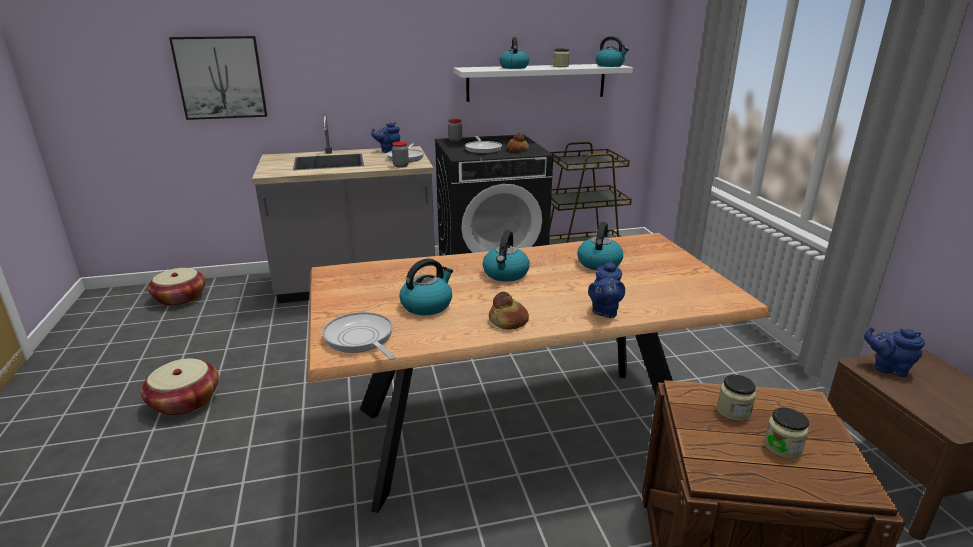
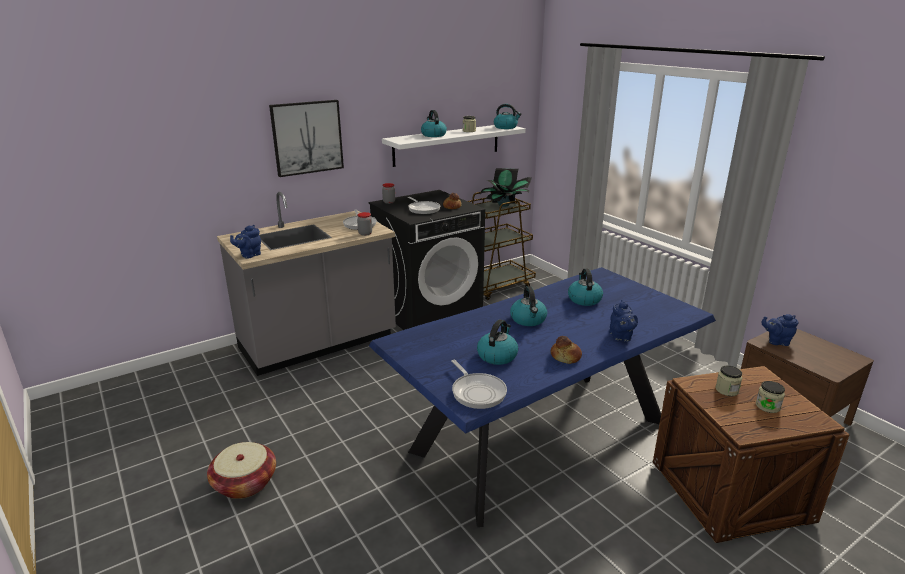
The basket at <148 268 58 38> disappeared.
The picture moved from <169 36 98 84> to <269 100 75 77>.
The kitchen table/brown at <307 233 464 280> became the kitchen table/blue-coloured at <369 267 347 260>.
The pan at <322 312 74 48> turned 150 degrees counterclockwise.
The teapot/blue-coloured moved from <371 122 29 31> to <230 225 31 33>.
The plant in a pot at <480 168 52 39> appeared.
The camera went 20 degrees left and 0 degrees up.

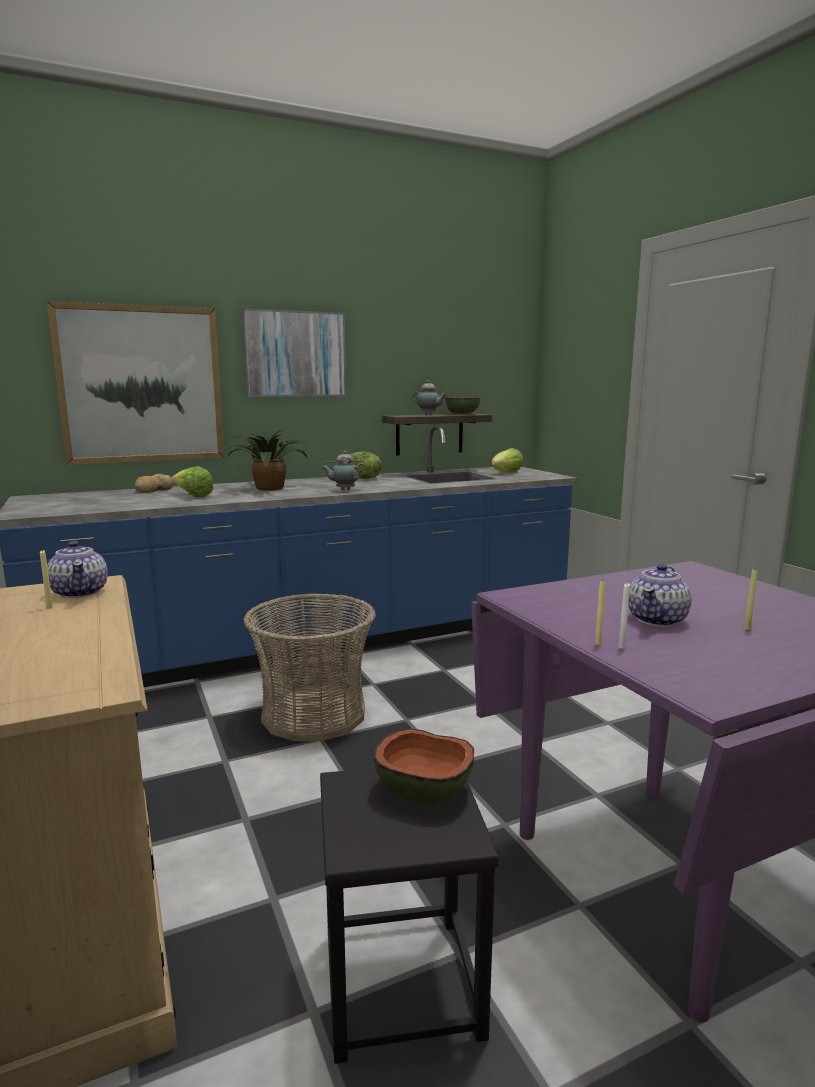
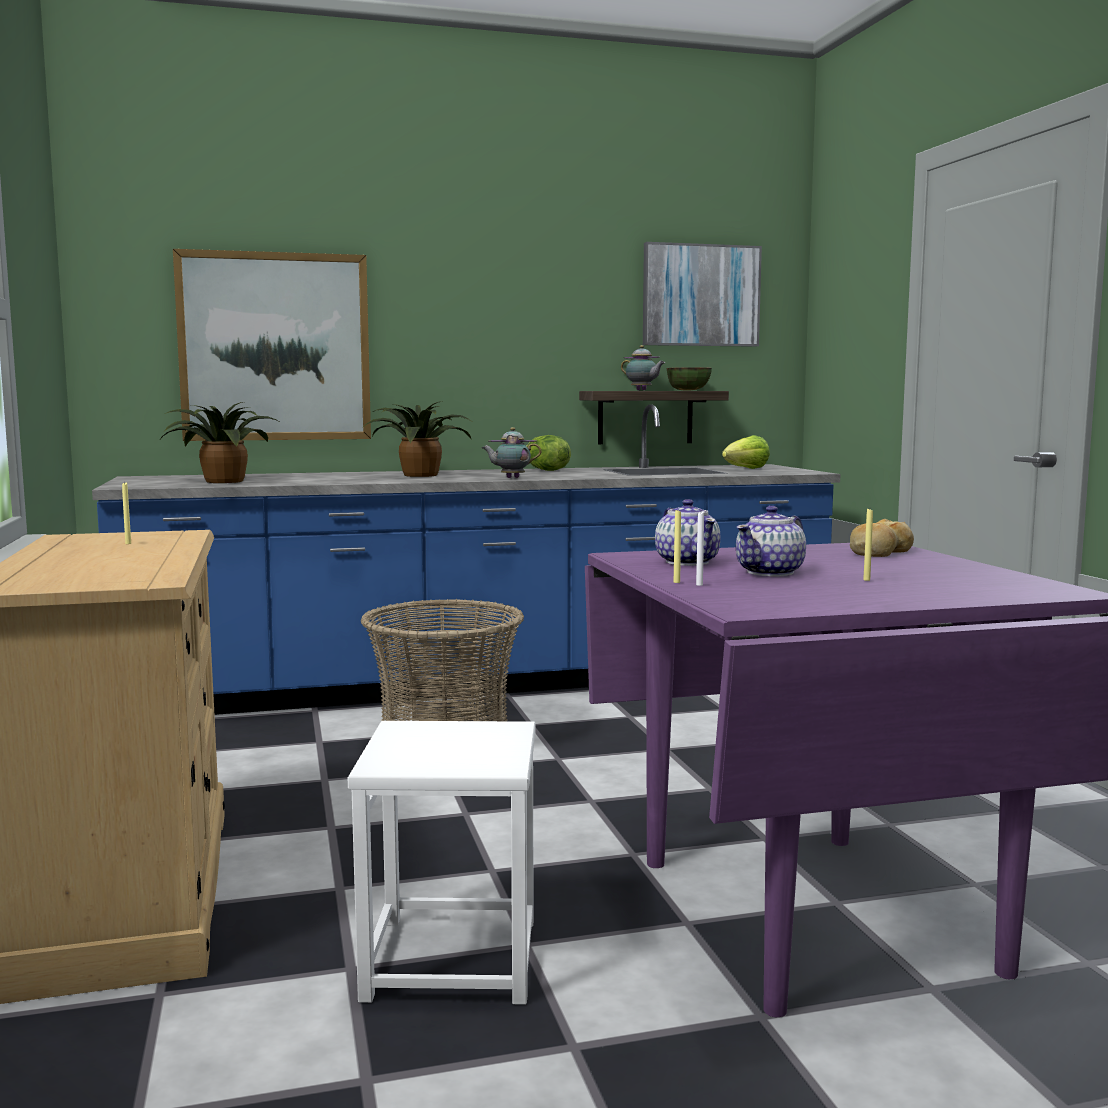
The teapot moved from <47 541 61 57> to <655 499 65 67>.
The bakery bread moved from <135 474 38 19> to <850 519 64 38>.
The head of lettuce at <171 466 42 31> disappeared.
The picture moved from <242 308 104 89> to <643 242 119 105>.
The sitting stool/blackish at <320 768 179 296> became the sitting stool/whitish at <348 721 188 284>.
The serving bowl at <374 728 100 75> disappeared.
The plant in a pot at <160 402 121 81> appeared.
The camera went 10 degrees right and 5 degrees down.

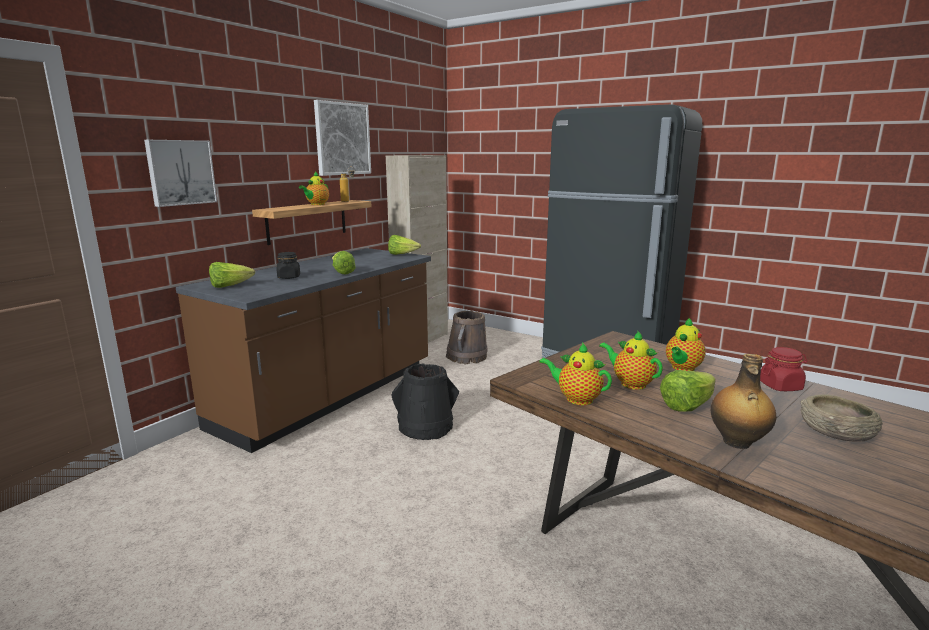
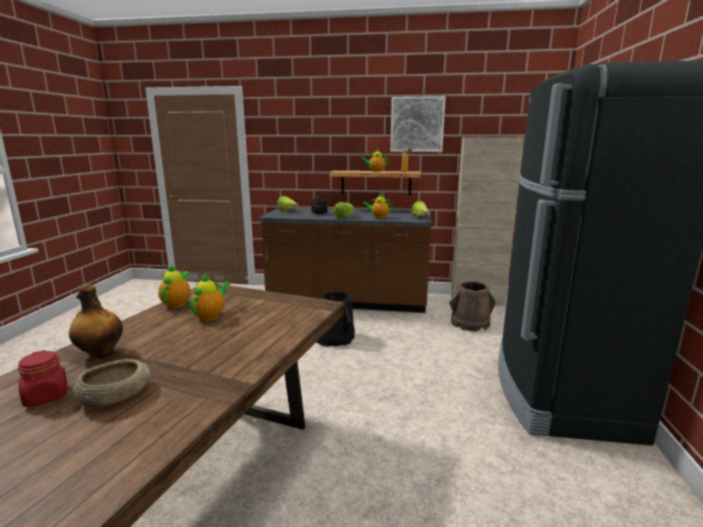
The picture at <144 140 73 67> disappeared.
The head of lettuce at <660 370 56 42> disappeared.
The teapot moved from <666 318 40 53> to <363 193 30 25>.
The storage jar/red-coloured moved from <760 347 47 44> to <18 350 49 57>.
The camera went 65 degrees right and 0 degrees up.

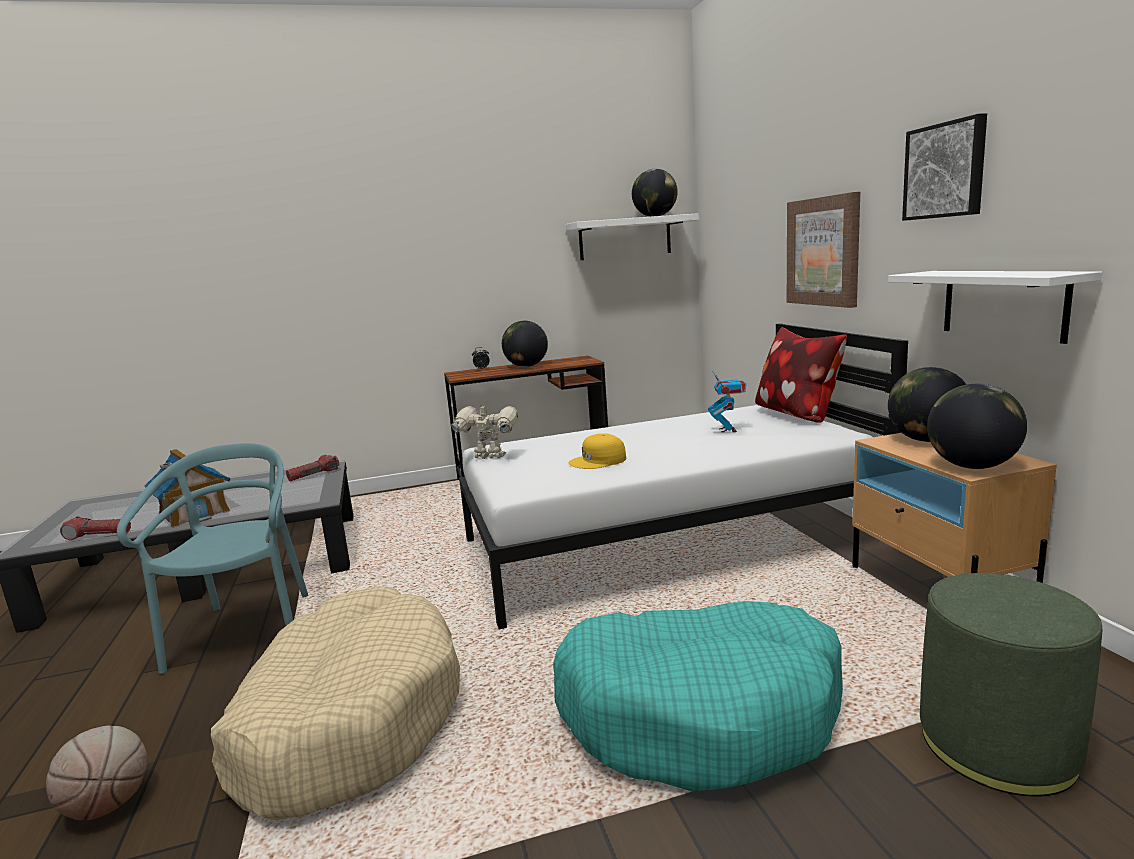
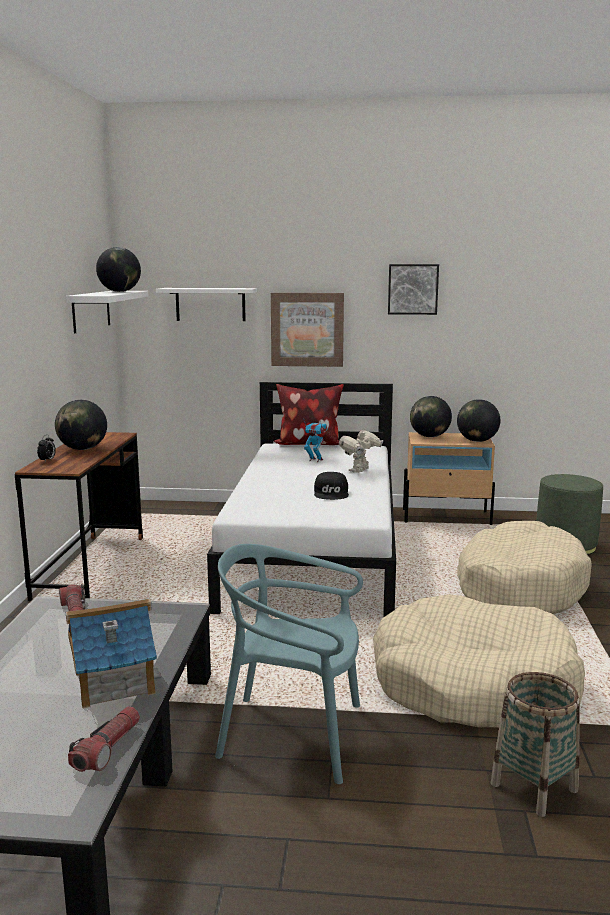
The basketball ball at <46 725 101 95> was replaced by the basket at <491 672 89 145>.
The robot figure moved from <451 403 67 56> to <339 430 44 43>.
The pet bed/blue-green at <553 601 290 191> became the pet bed/beige at <457 521 135 93>.
The baseball cap/yellowish at <569 433 57 36> became the baseball cap/blackish at <314 472 35 28>.
The shelf/whitish moved from <888 271 214 73> to <156 288 101 33>.
The camera went 70 degrees left and 0 degrees up.

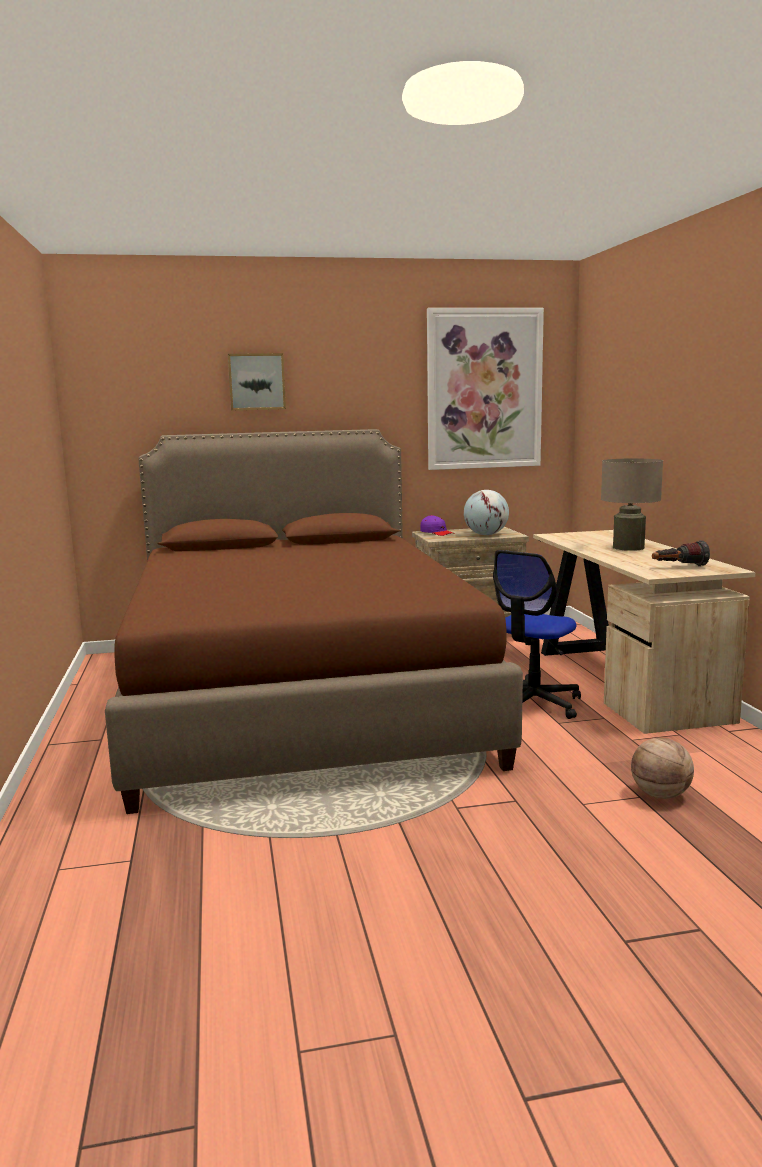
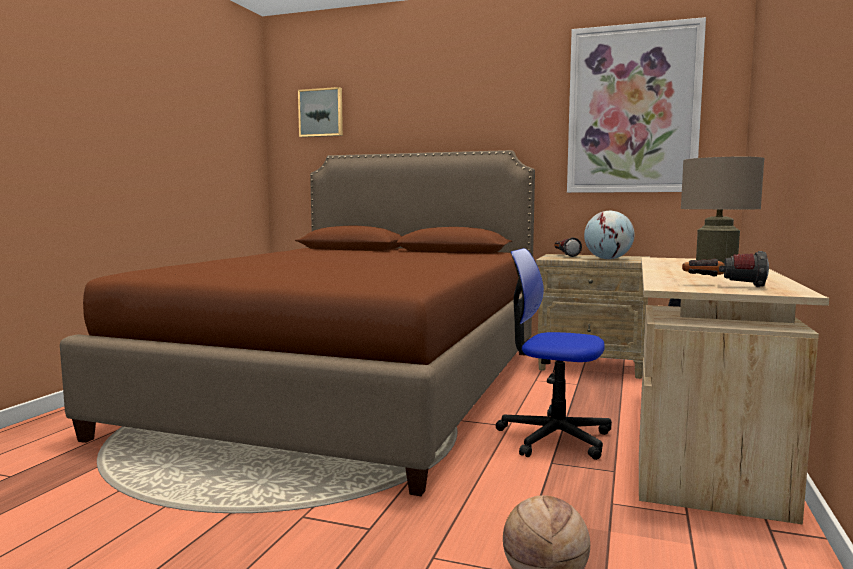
The picture moved from <228 353 58 57> to <298 87 45 50>.
The baseball cap/purple-coloured at <420 515 32 21> was replaced by the flashlight at <554 237 28 20>.
The computer chair at <493 550 88 169> turned 45 degrees clockwise.
The camera went 30 degrees right and 5 degrees down.

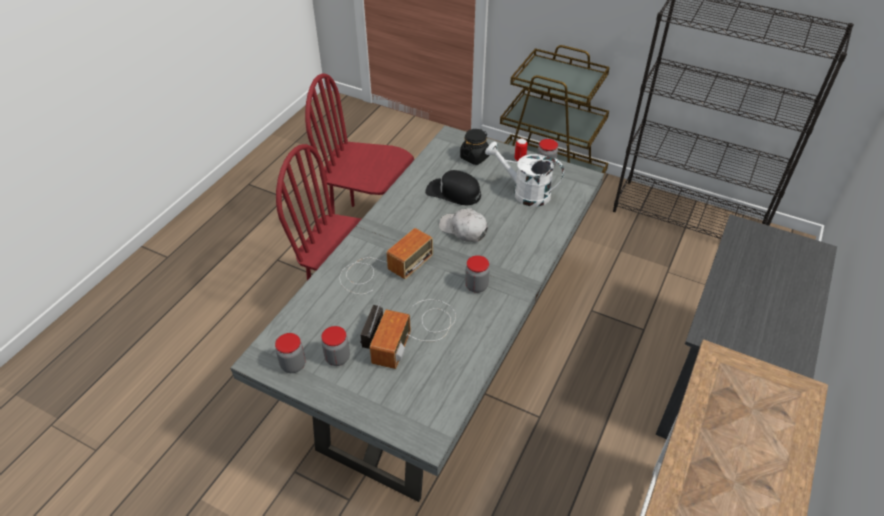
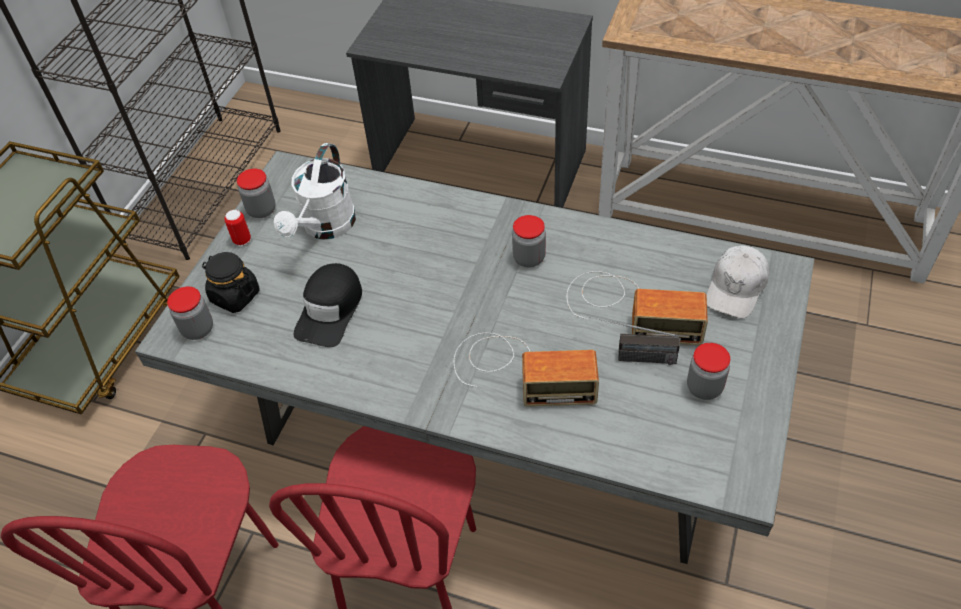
The storage jar moved from <275 333 31 40> to <167 286 46 54>.
The radio set at <339 228 94 67> turned 150 degrees clockwise.
The baseball cap/whitish moved from <439 208 49 34> to <706 245 63 74>.
The camera went 95 degrees left and 5 degrees up.

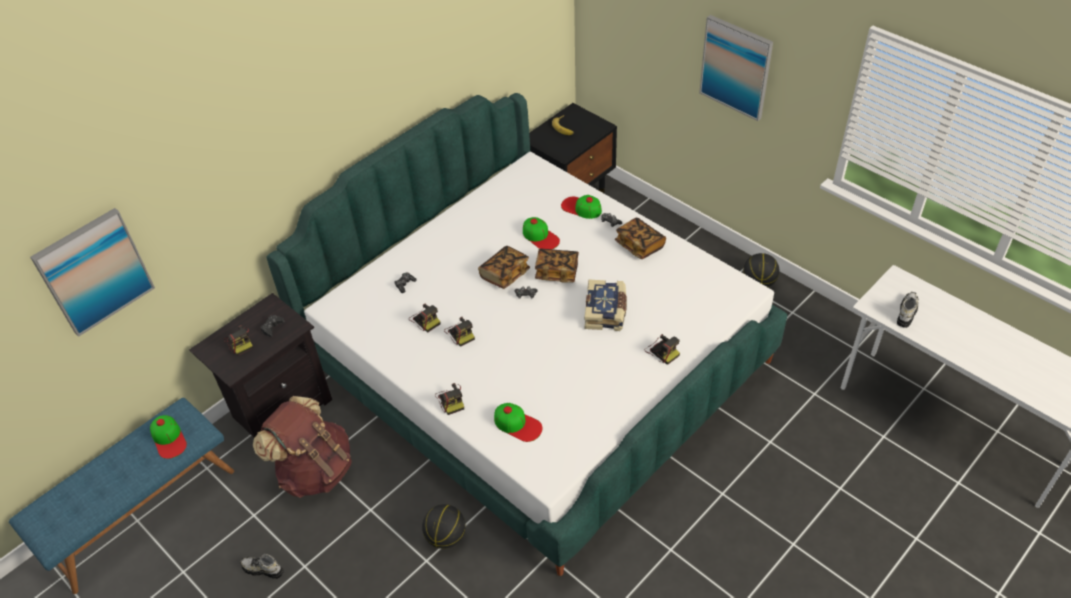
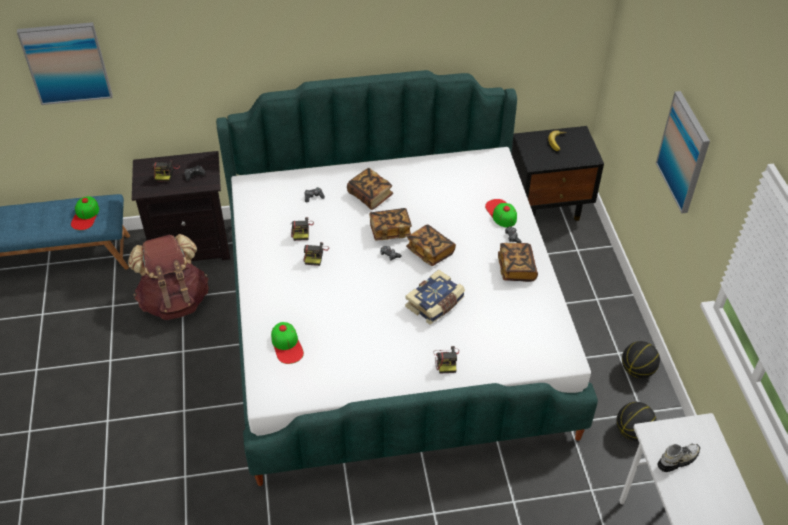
The shoe at <240 554 44 25> disappeared.
The basketball ball moved from <422 504 44 45> to <617 402 40 39>.
The still camera at <435 383 29 32> disappeared.
The baseball cap at <523 217 37 32> disappeared.
The bound book at <347 168 46 42> appeared.
The camera went 35 degrees right and 0 degrees up.

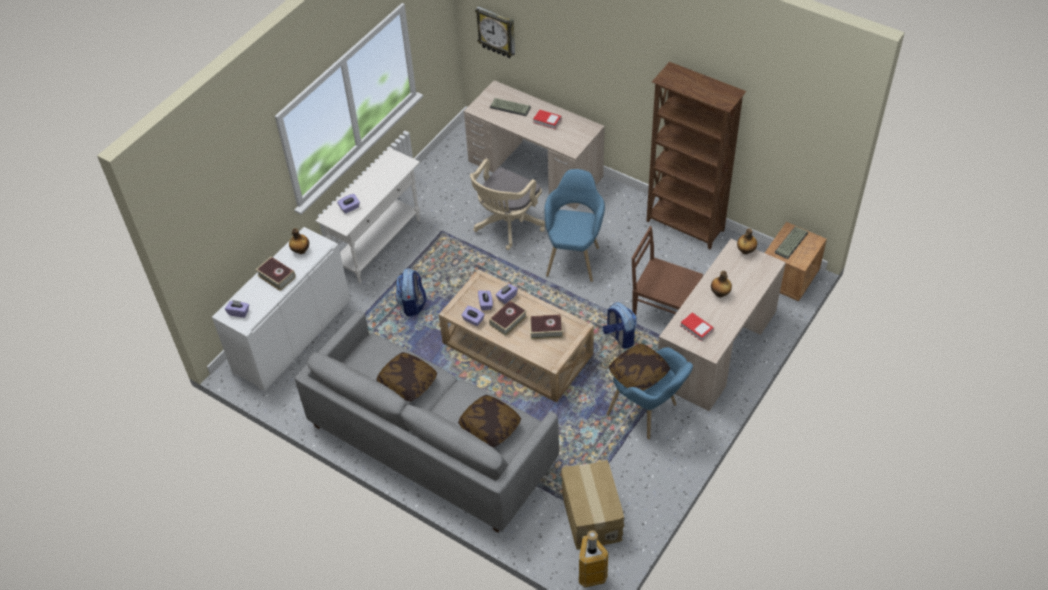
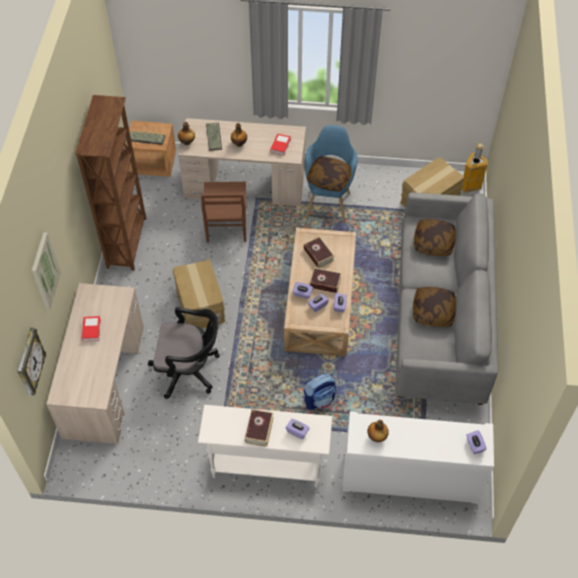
The bound book moved from <256 257 40 34> to <245 409 29 38>.
The computer chair/beige at <470 159 75 91> became the computer chair/blackish at <148 307 72 92>.
The PC keyboard moved from <490 98 41 18> to <206 122 16 29>.
The armchair/blue-coloured at <544 169 61 113> was replaced by the cardboard box at <173 259 52 69>.
The knapsack at <603 302 34 47> disappeared.
The picture at <32 232 29 77> appeared.
The camera went 120 degrees left and 5 degrees up.

